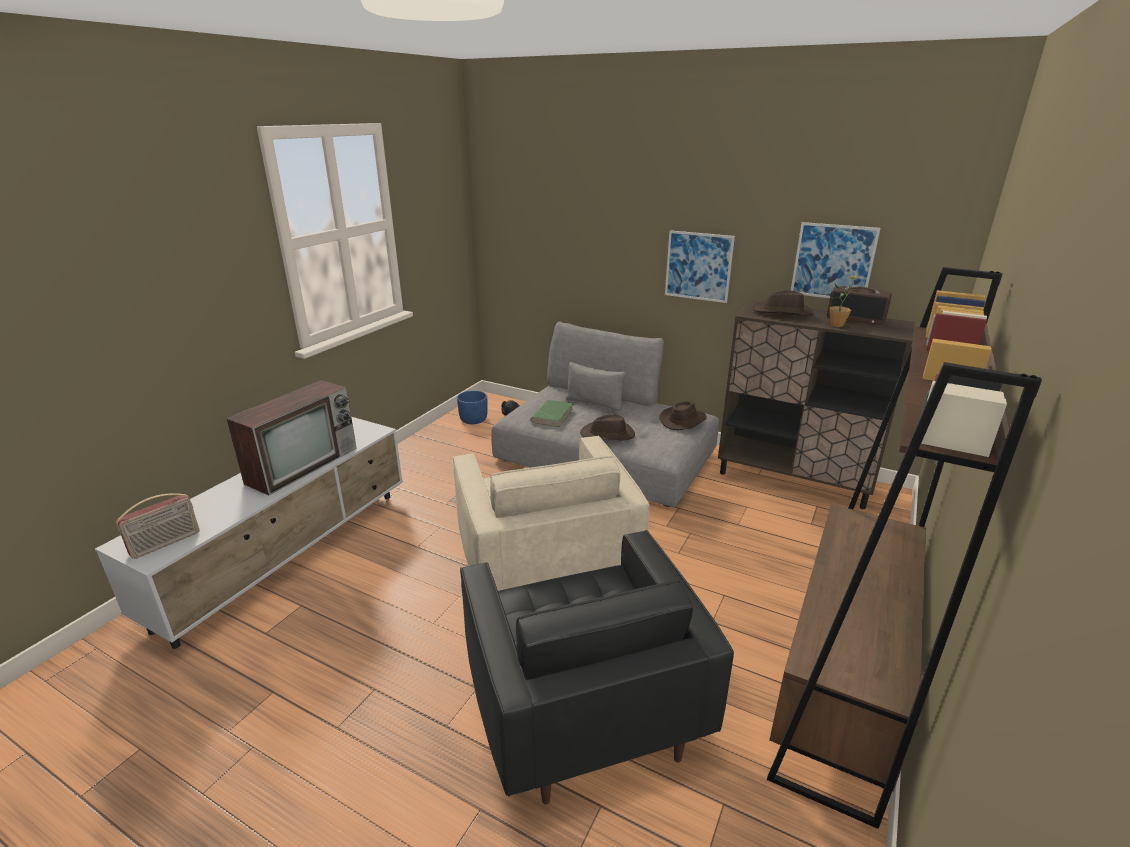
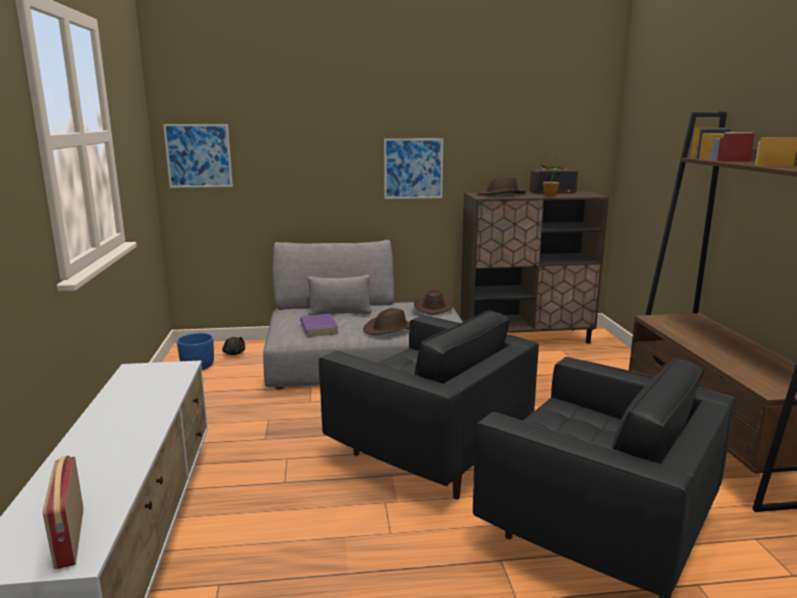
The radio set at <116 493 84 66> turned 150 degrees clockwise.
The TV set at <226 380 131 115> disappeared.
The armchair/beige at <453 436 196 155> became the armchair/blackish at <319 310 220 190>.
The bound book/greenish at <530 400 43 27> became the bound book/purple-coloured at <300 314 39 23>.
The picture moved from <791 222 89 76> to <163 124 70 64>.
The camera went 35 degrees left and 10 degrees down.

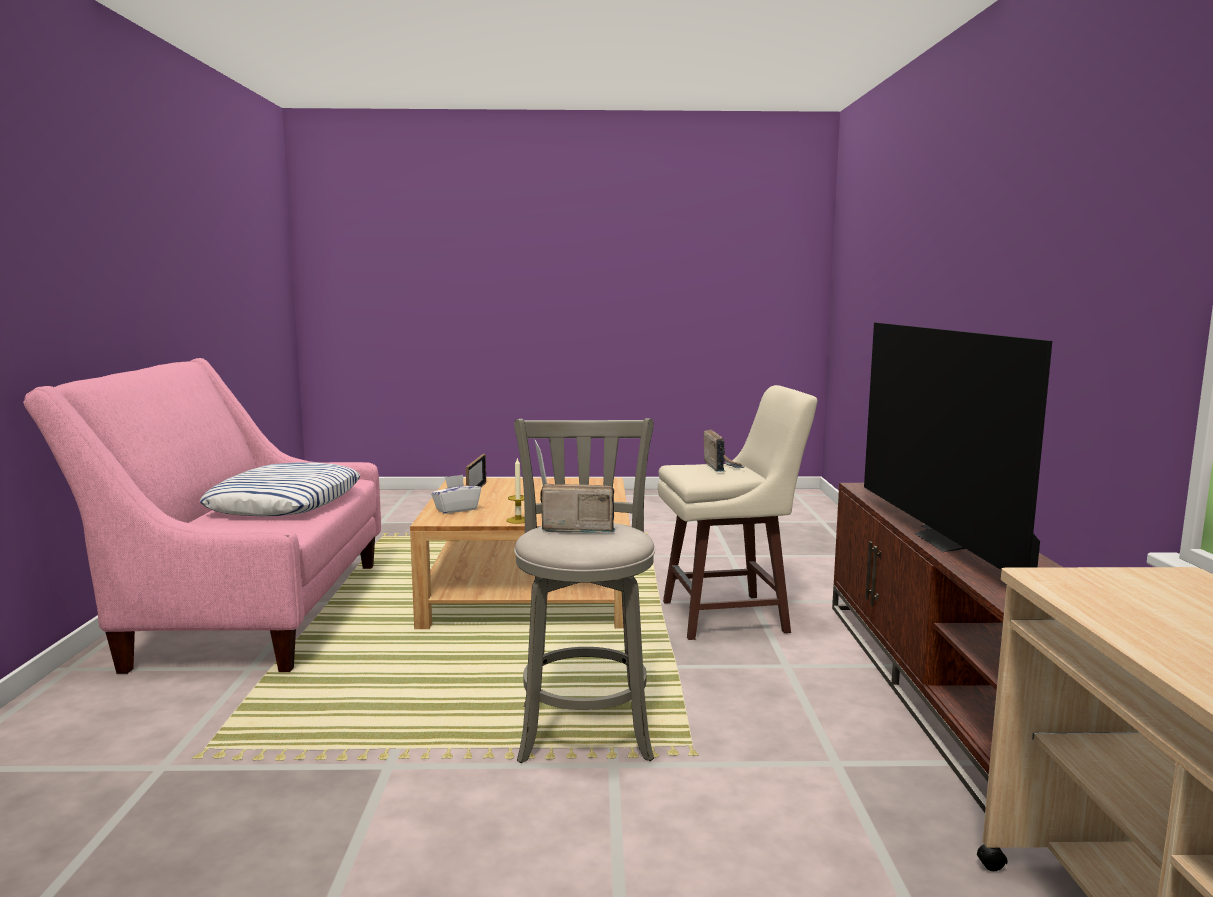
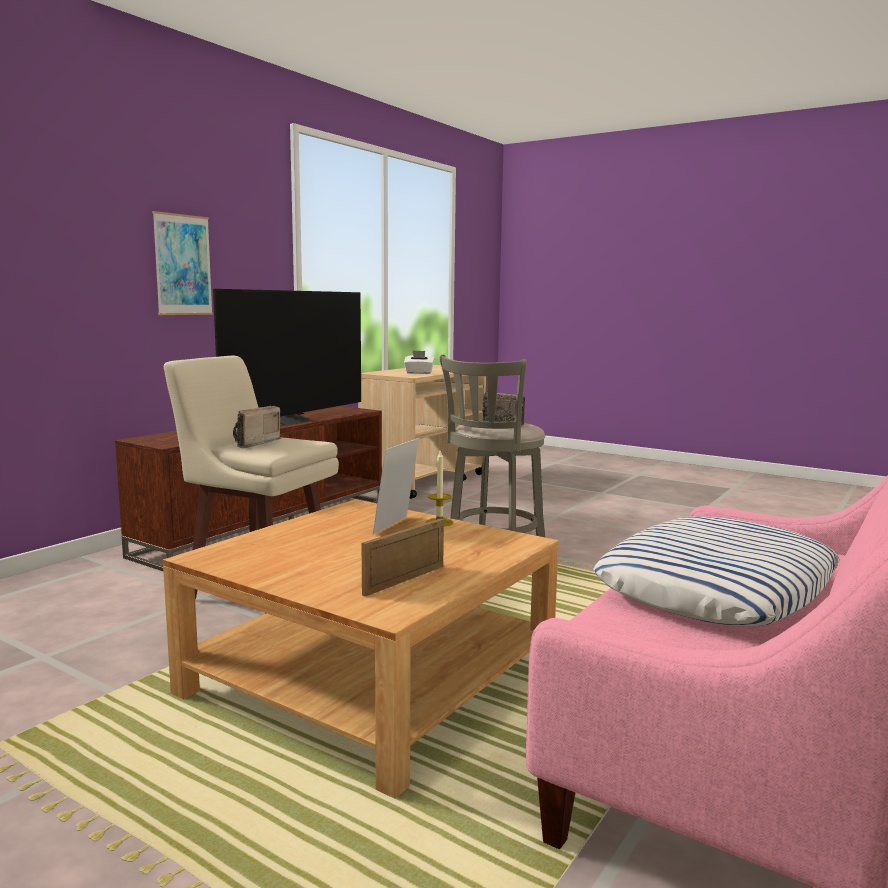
The box of tissues/whitish moved from <431 475 50 39> to <404 350 31 24>.
The picture at <152 211 61 104> appeared.
The camera went 145 degrees left and 0 degrees up.

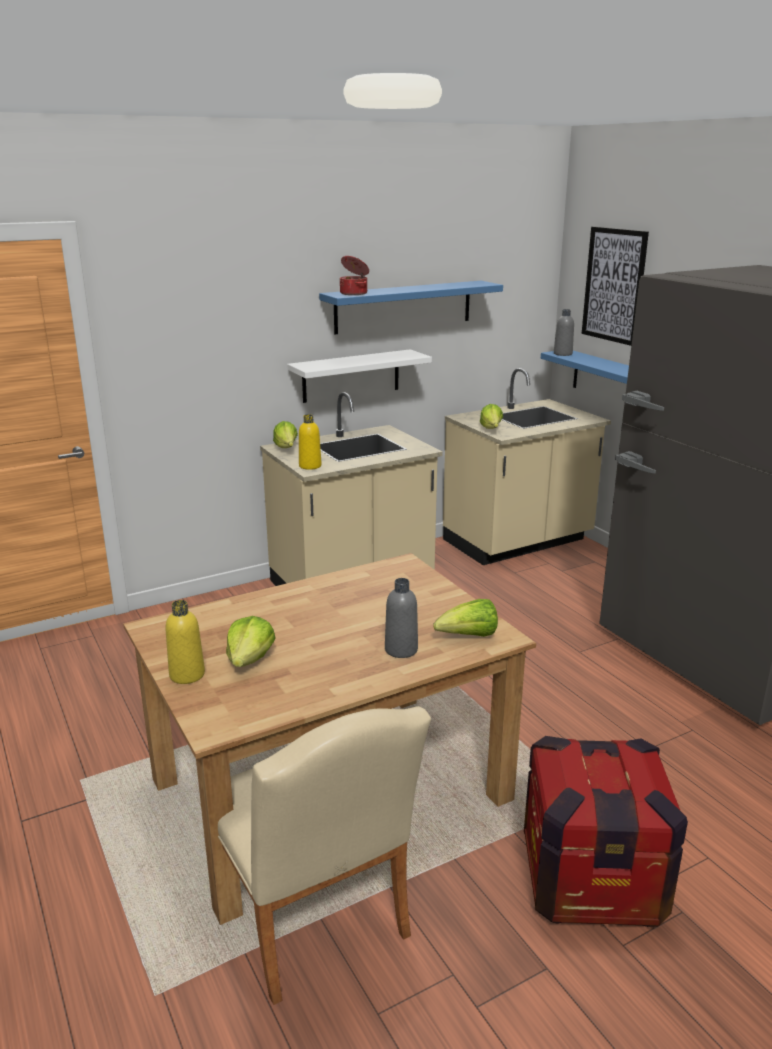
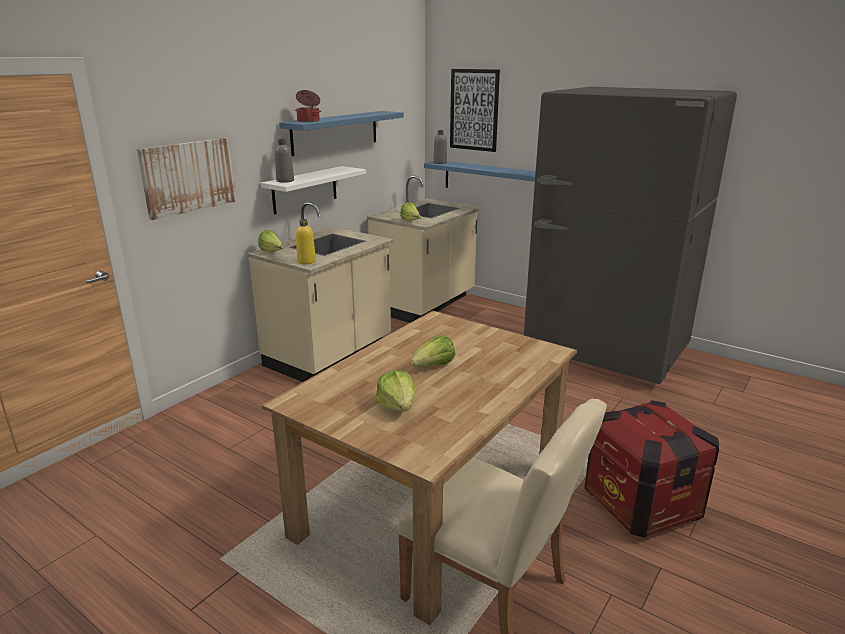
The drink bottle/yellowish at <166 600 39 84> disappeared.
The drink bottle/grey moved from <385 578 33 80> to <275 139 19 44>.
The head of lettuce moved from <433 599 65 38> to <411 335 44 32>.
The picture at <137 138 99 82> appeared.
The camera went 25 degrees left and 0 degrees up.

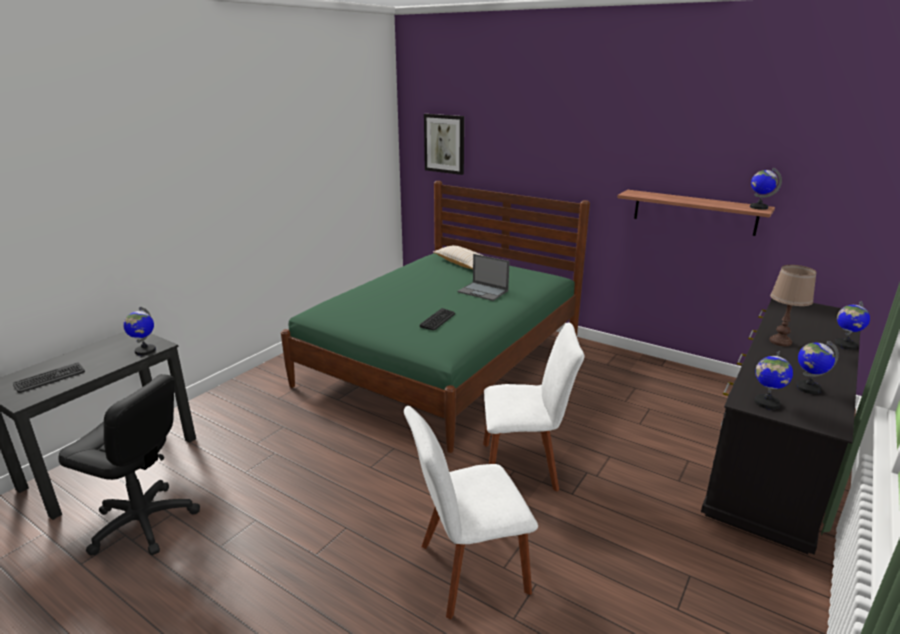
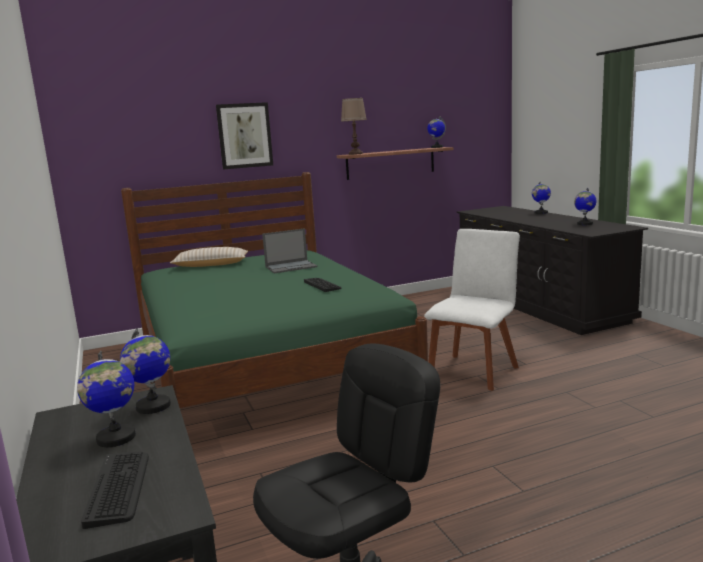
The chair/whitish at <404 406 134 214> disappeared.
The picture moved from <424 114 40 61> to <216 102 57 67>.
The world globe moved from <754 351 39 58> to <77 351 59 96>.
The table lamp/brown moved from <769 265 48 81> to <341 98 26 57>.
The camera went 55 degrees left and 10 degrees down.

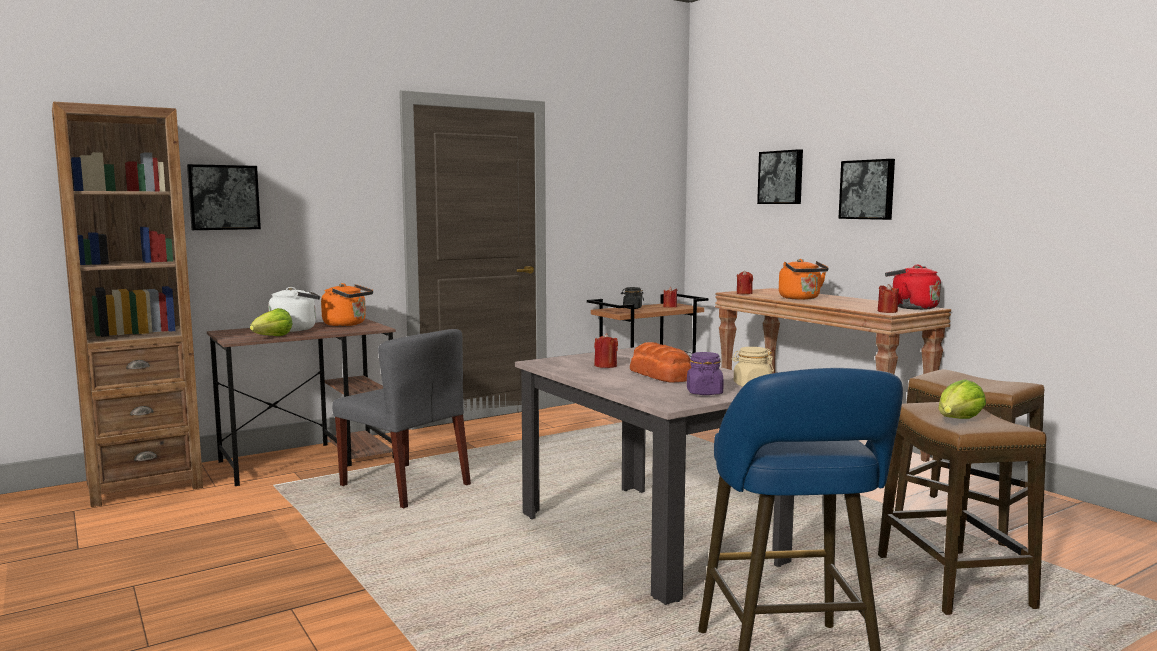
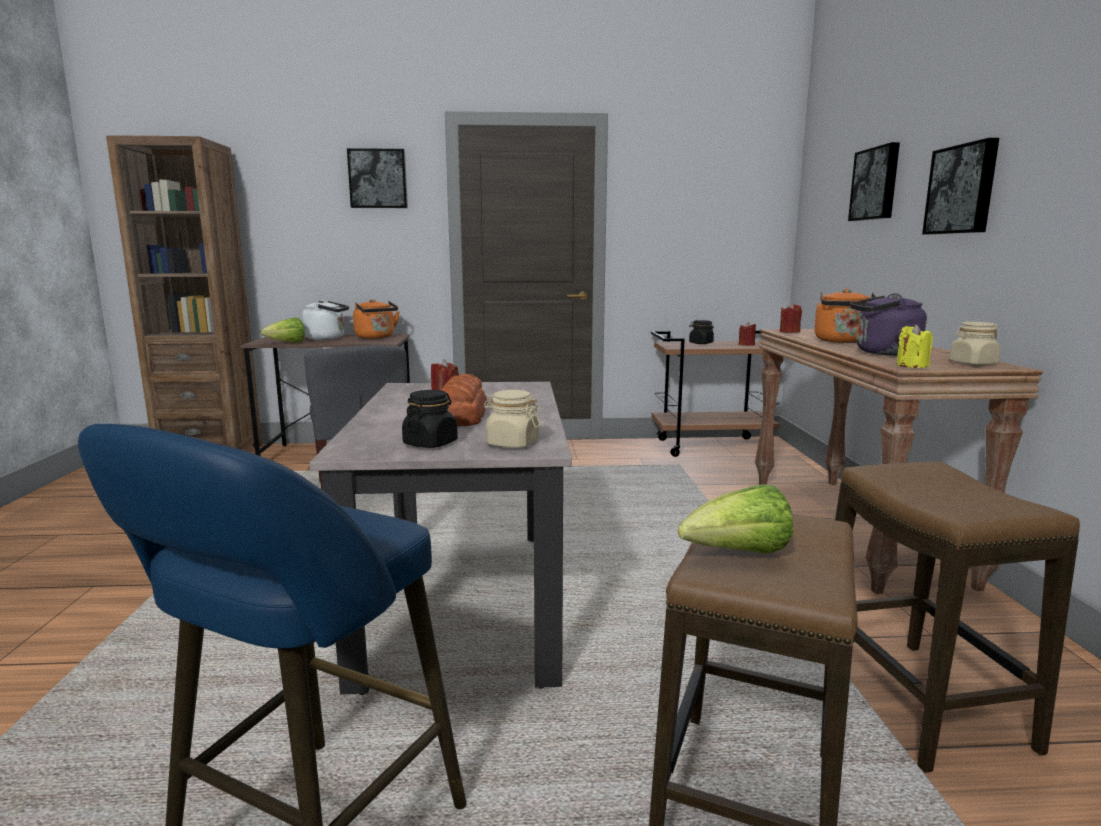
The picture moved from <187 164 74 66> to <347 148 61 60>.
The storage jar/purple-coloured at <687 352 36 43> became the storage jar/blackish at <402 390 56 58>.
The candle/red-coloured at <878 284 21 29> became the candle/yellowish at <897 324 36 44>.
The water kettle/red-coloured at <885 265 56 45> was replaced by the storage jar/beige at <949 322 51 43>.
The water kettle/purple-coloured at <850 293 77 63> appeared.
The camera went 30 degrees right and 5 degrees up.

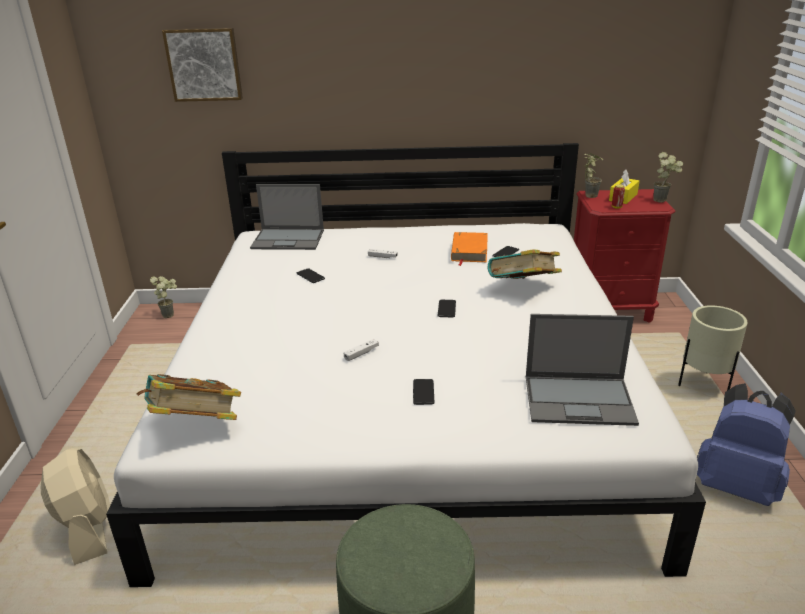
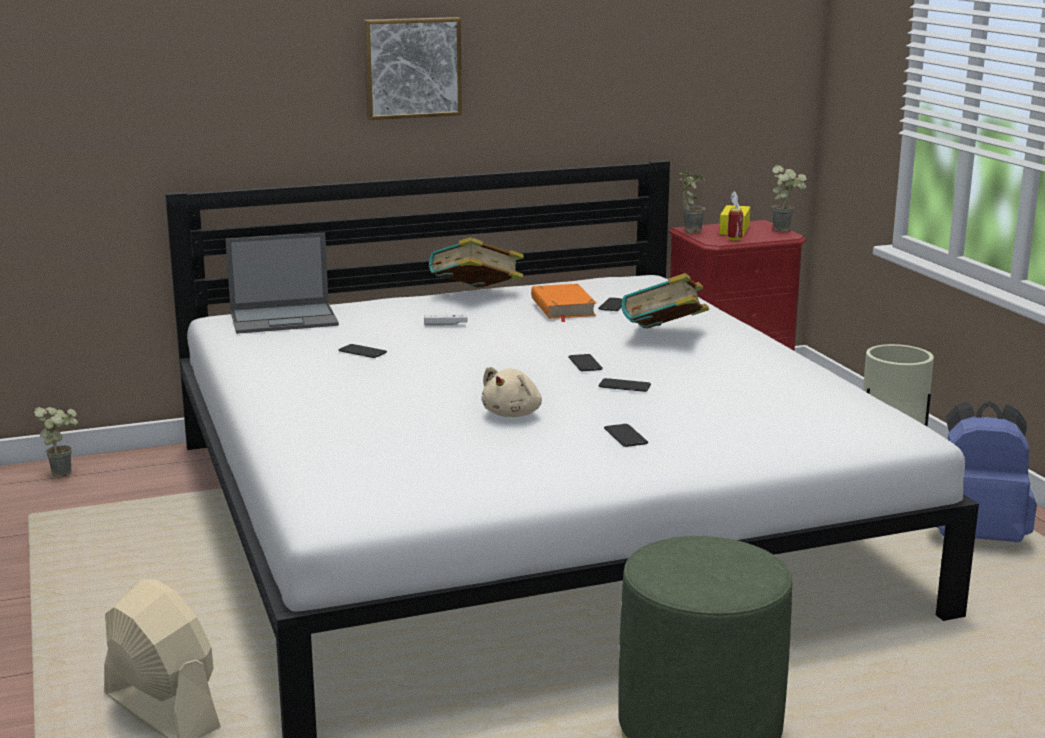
The bound book moved from <137 374 104 46> to <429 237 95 51>.
The picture moved from <162 28 81 74> to <363 17 99 103>.
The game controller/whitish at <343 339 36 22> was replaced by the soft toy/beige at <481 367 61 50>.
The laptop at <526 314 113 112> disappeared.
The handset at <599 378 52 14> appeared.
The camera went 20 degrees left and 10 degrees down.

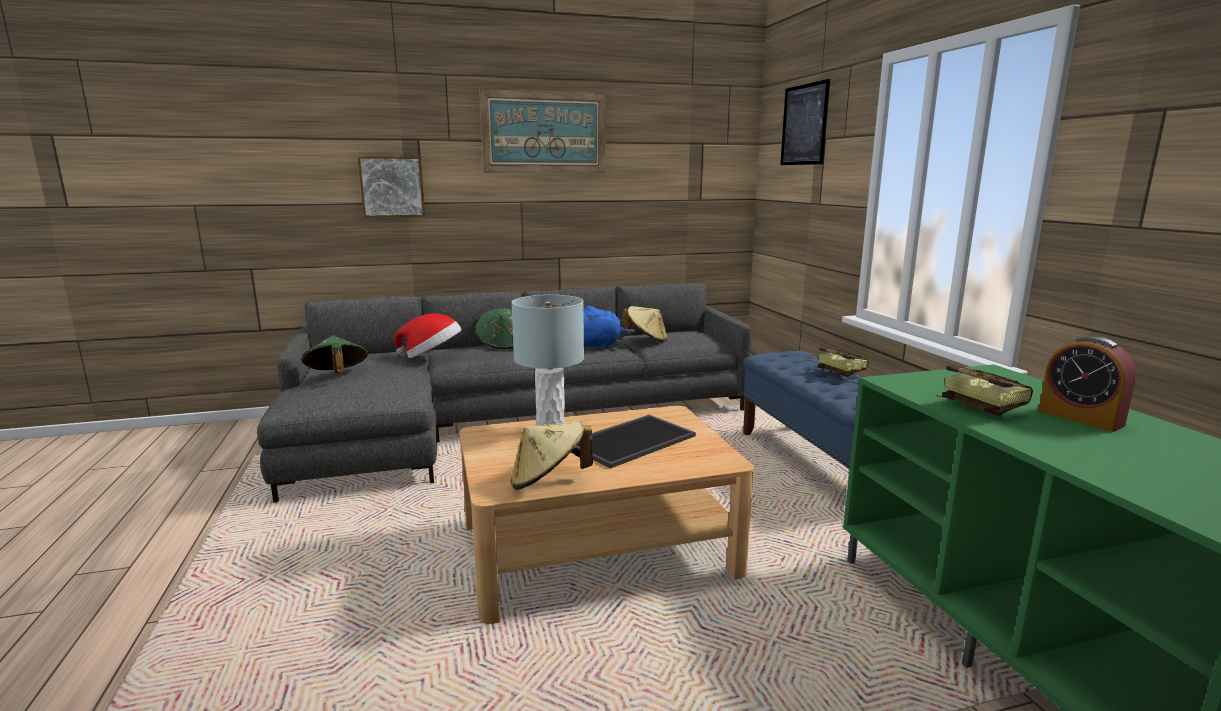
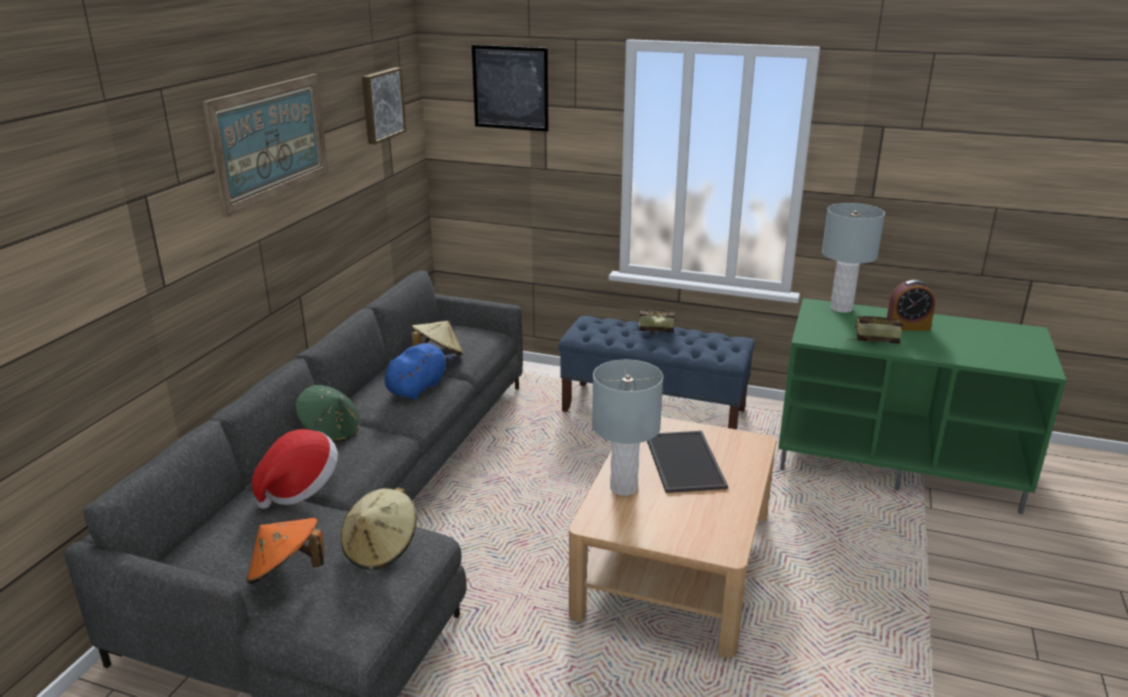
The clothing hat/greenish at <302 335 66 38> became the clothing hat/orange-coloured at <246 518 78 66>.
The picture moved from <357 156 68 62> to <362 67 44 77>.
The clothing hat/beige moved from <510 421 83 69> to <341 487 76 83>.
The table lamp/grey at <822 203 63 110> appeared.
The camera went 55 degrees left and 10 degrees up.

